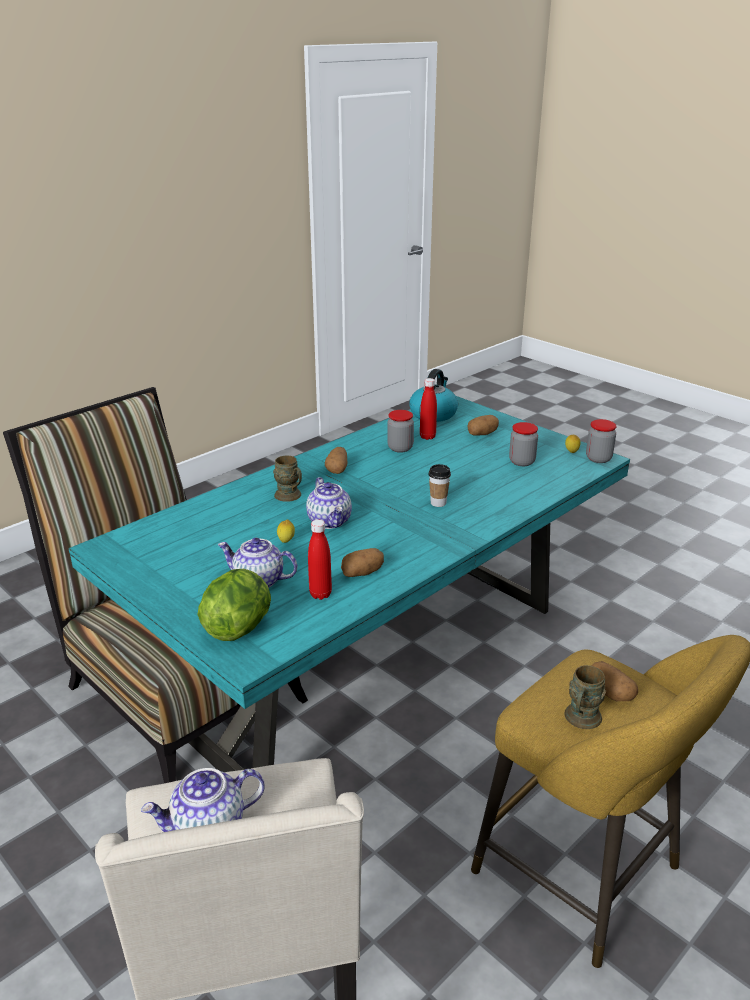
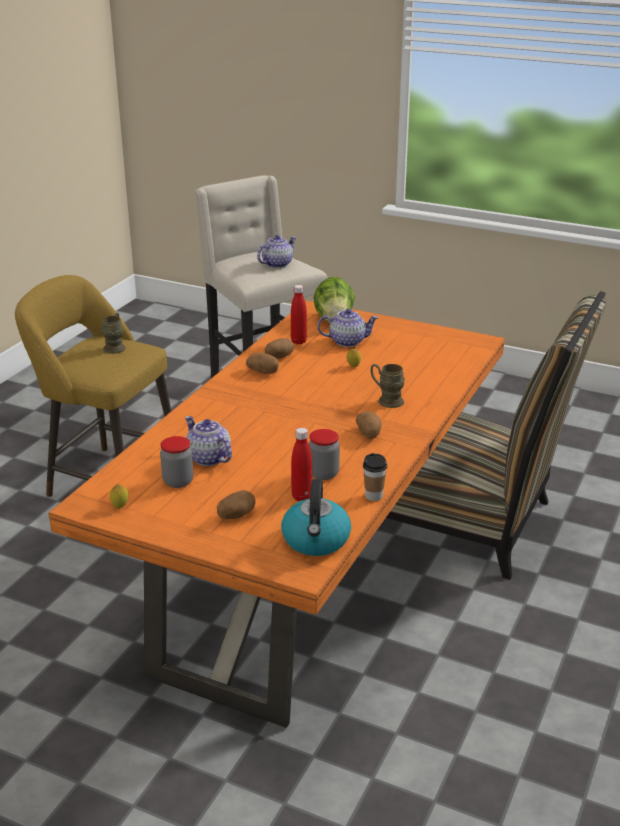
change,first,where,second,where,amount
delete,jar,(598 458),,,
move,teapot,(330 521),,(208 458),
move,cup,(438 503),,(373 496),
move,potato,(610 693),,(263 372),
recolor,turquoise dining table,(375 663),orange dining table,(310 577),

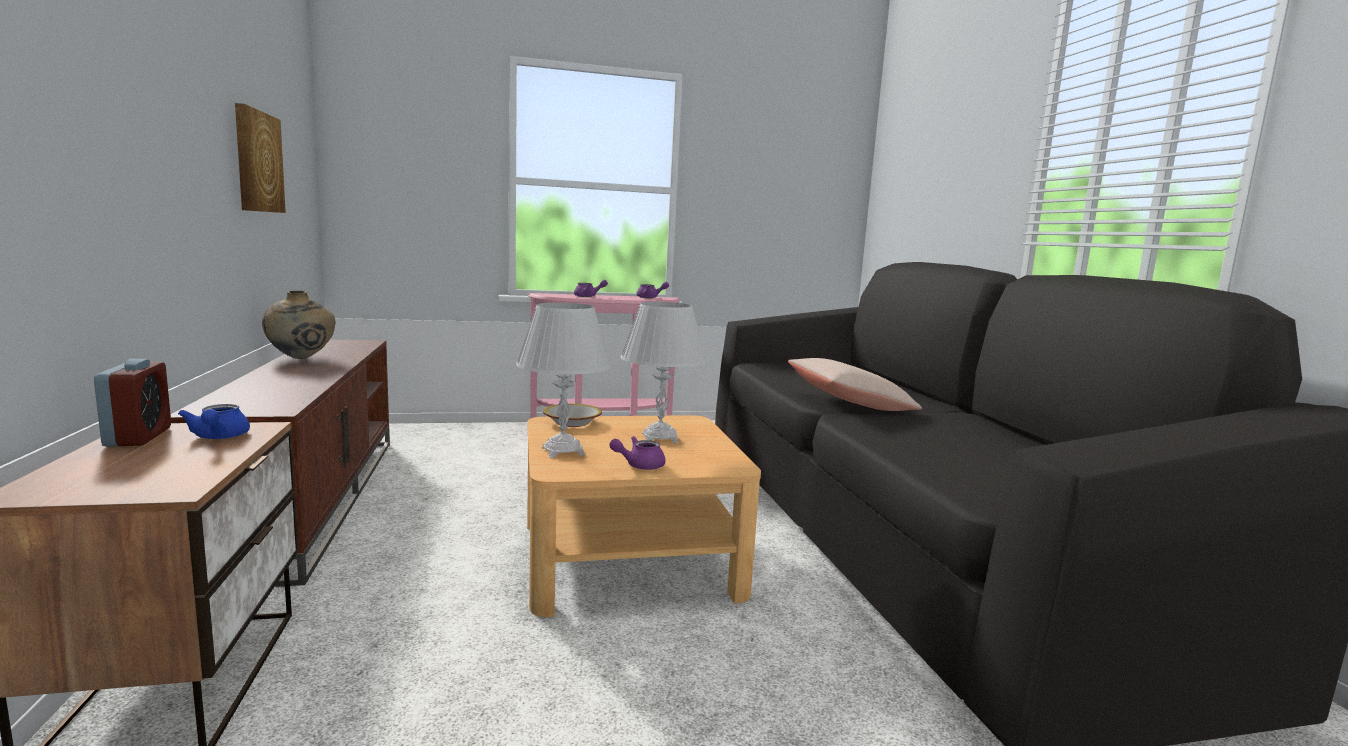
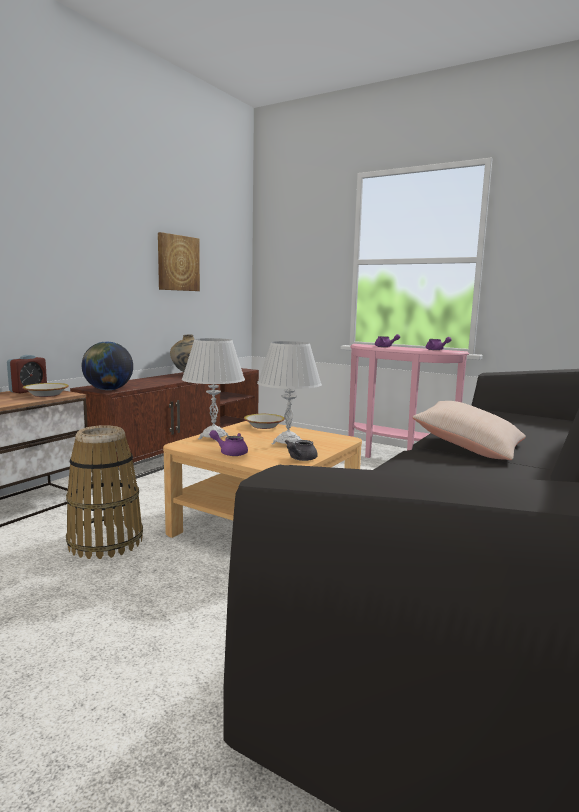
change,first,where,second,where,amount
insert,,,basket,(105 541),
insert,,,globe,(108 390),
insert,,,grey teapot,(300 459),
replace,blue teapot,(219 437),bowl,(46 395),

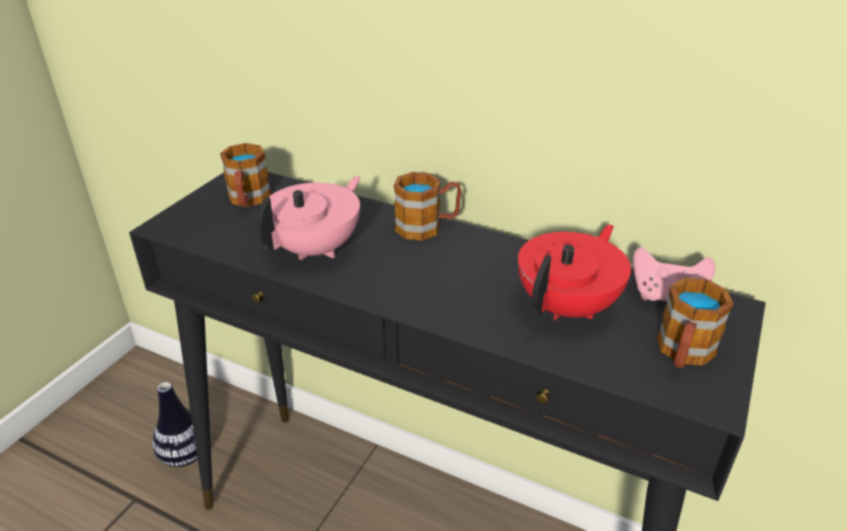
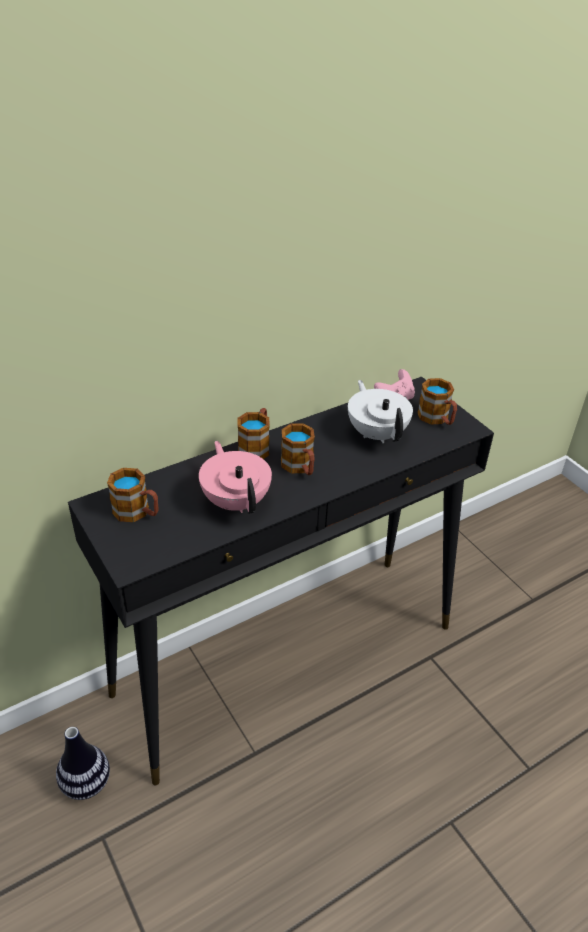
change,first,where,second,where,amount
insert,,,mug,(300 467),
recolor,red teapot,(568 306),white teapot,(377 433),

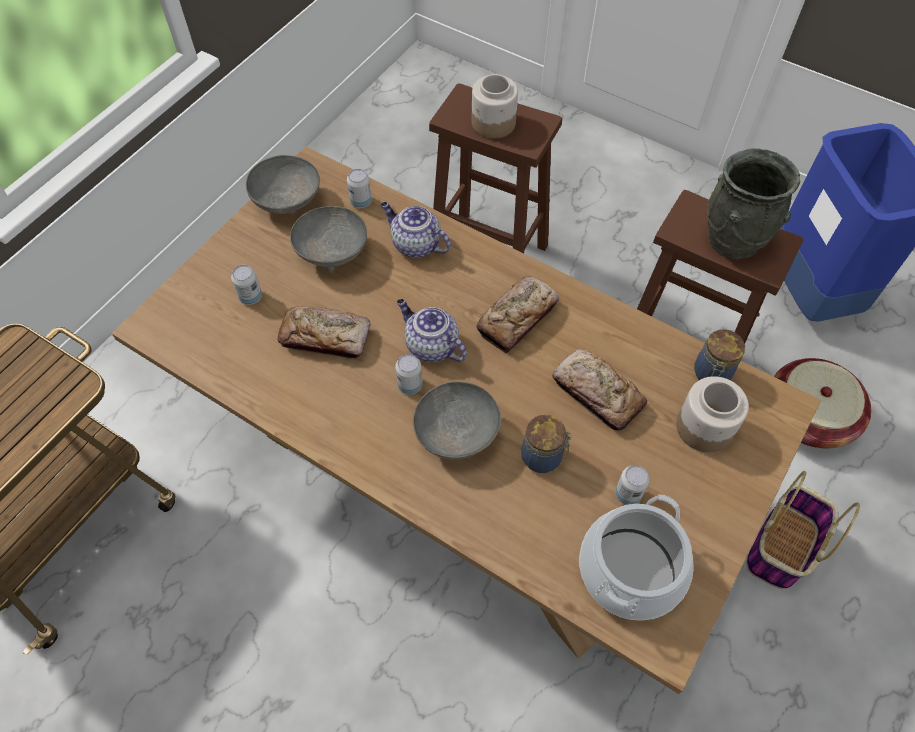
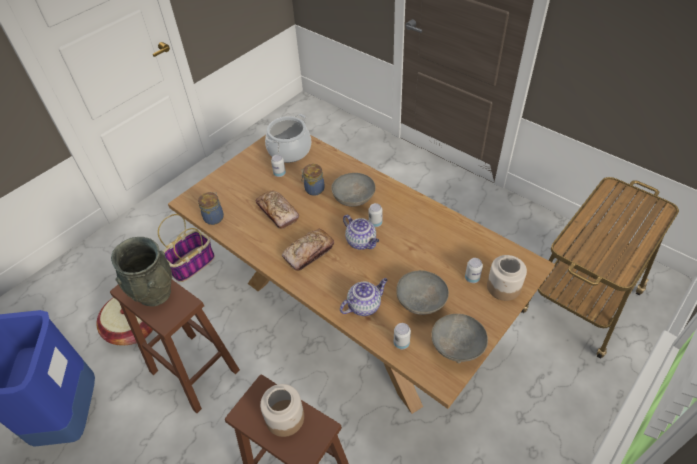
change,first,where,second,where,amount
delete,bread,(326 337),,,
move,jar,(703 427),,(504 287),
rotate,teapot,(415 244),,(364 305),75 degrees counterclockwise

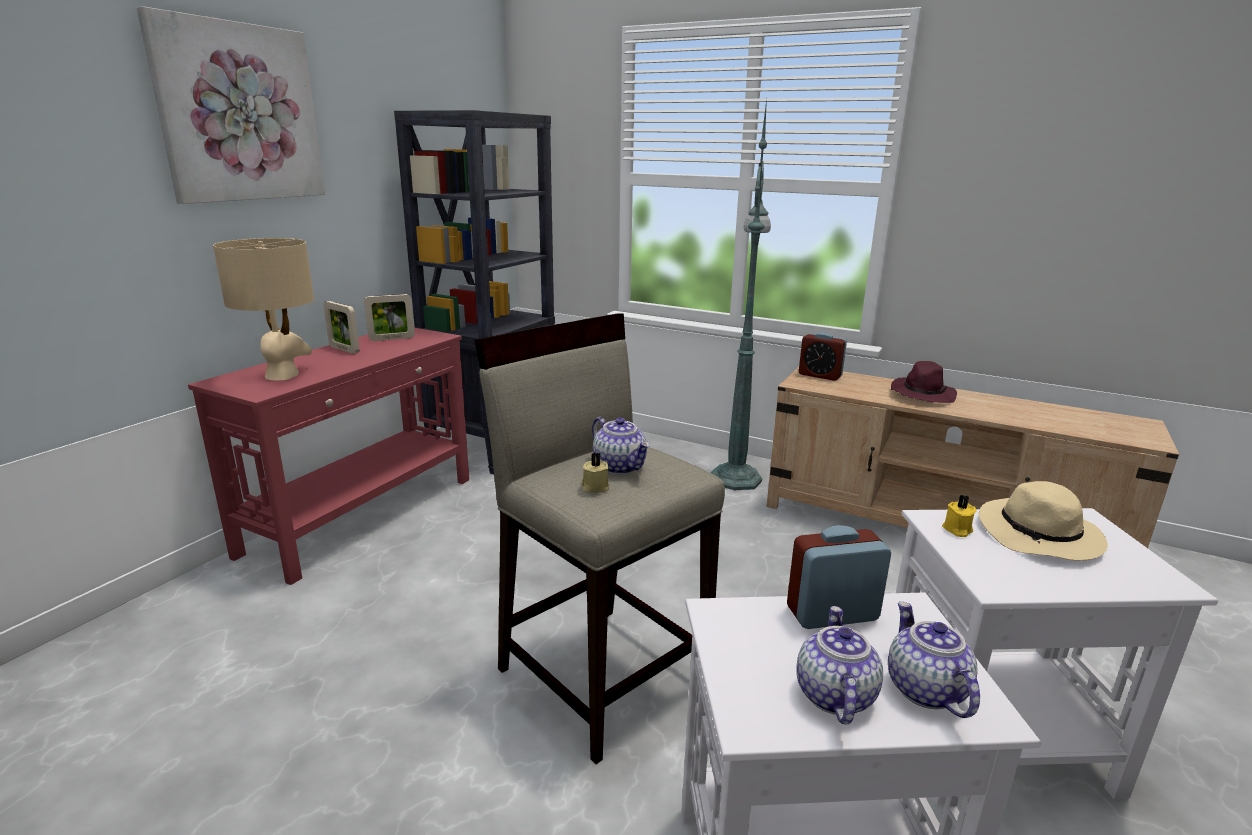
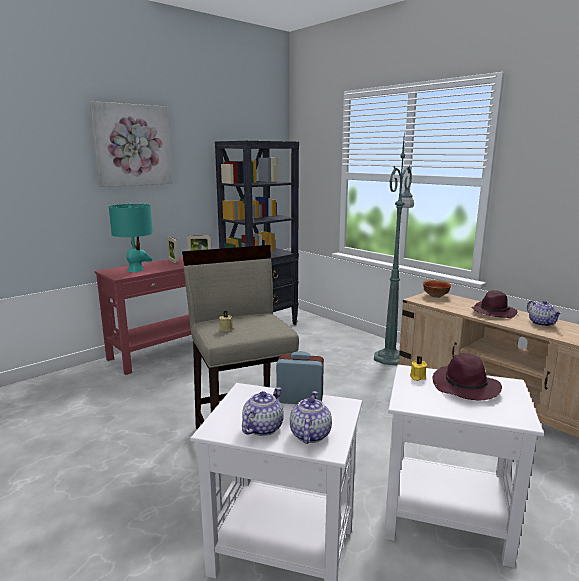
change,first,where,second,where,amount
move,teapot,(620 467),,(542 323),
replace,alarm clock,(820 375),bowl,(436 296),
recolor,beige table lamp,(282 375),turquoise table lamp,(135 270),
recolor,beige hat,(1040 536),purple hat,(466 387),

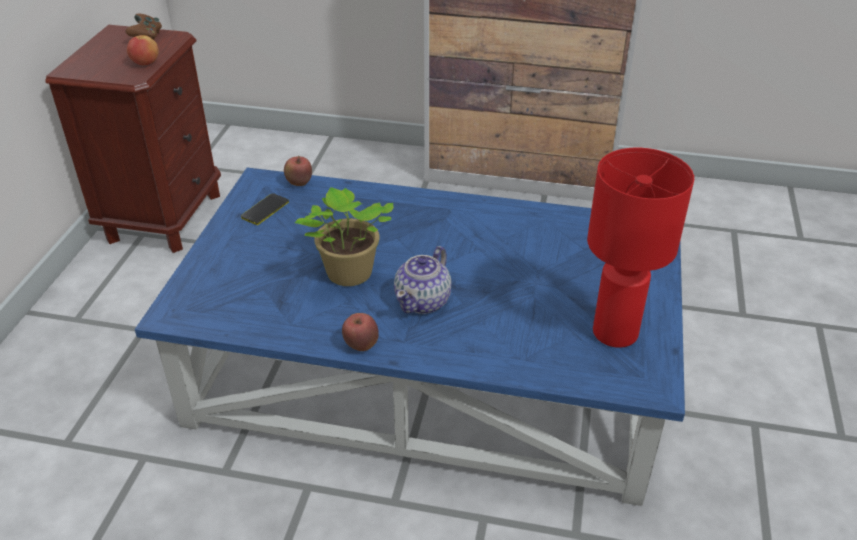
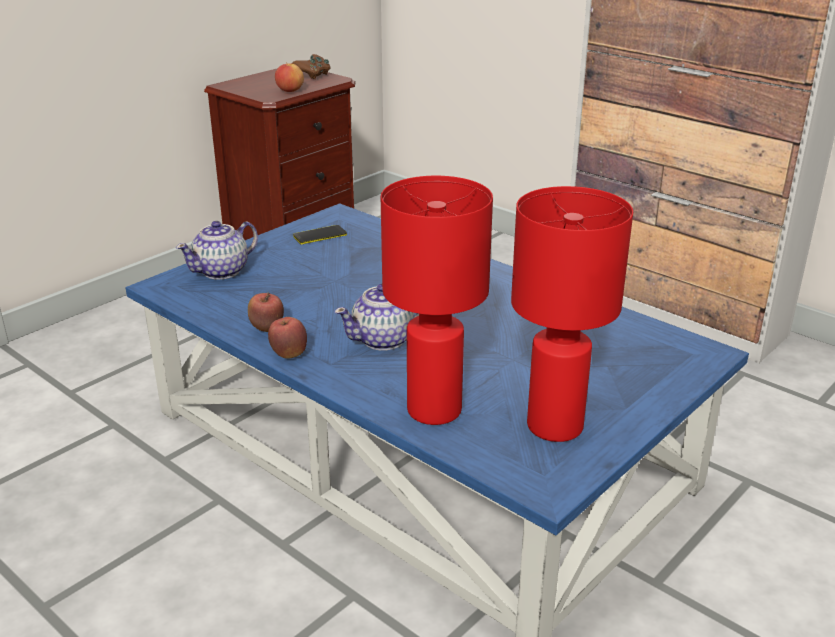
change,first,where,second,where,amount
delete,potted plant,(348 275),,,
insert,,,teapot,(222 271),
insert,,,red table lamp,(436 410),
move,apple,(299 184),,(266 329),

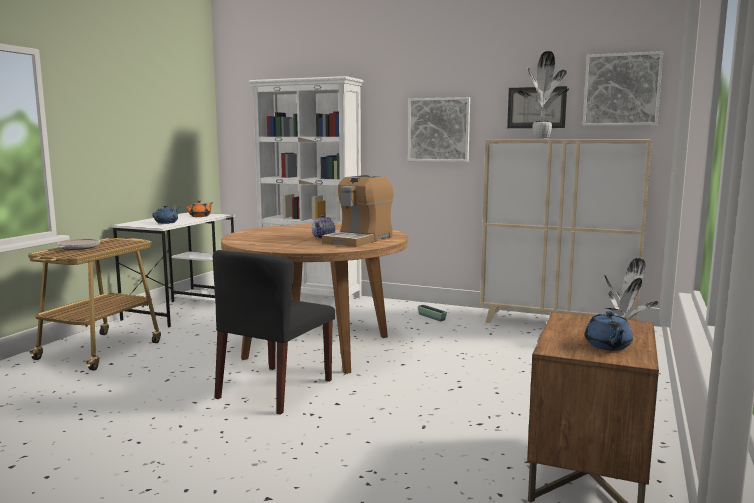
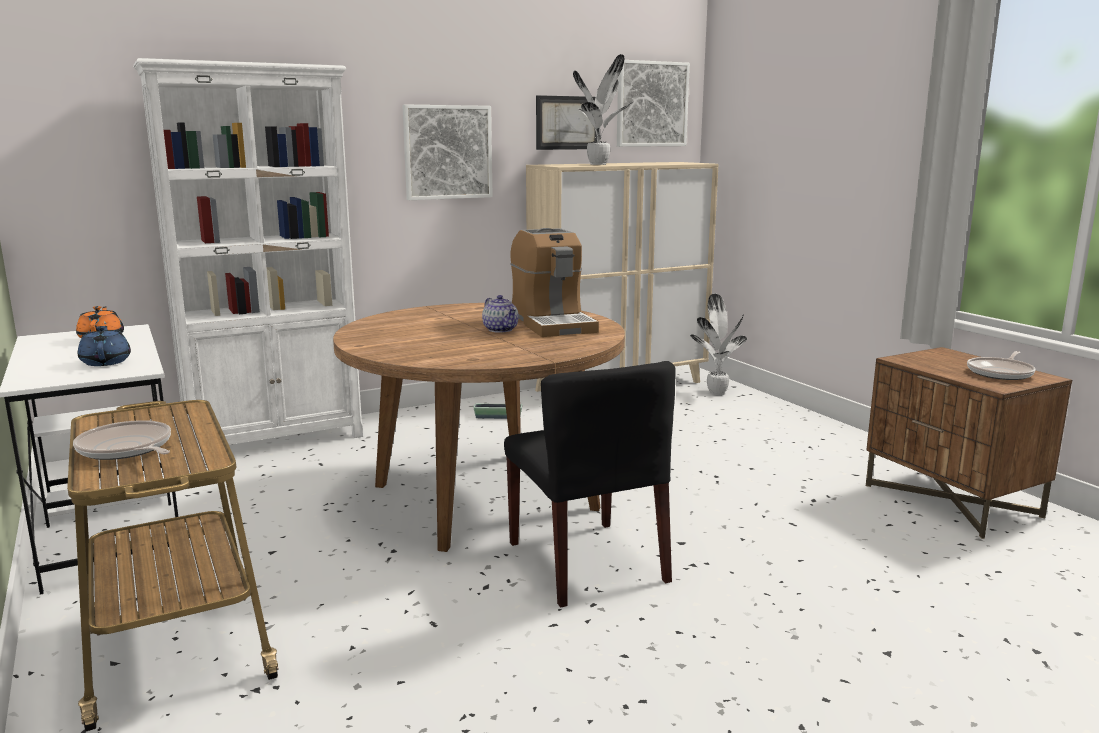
change,first,where,second,where,amount
replace,blue teapot,(607 346),frying pan,(1001 373),

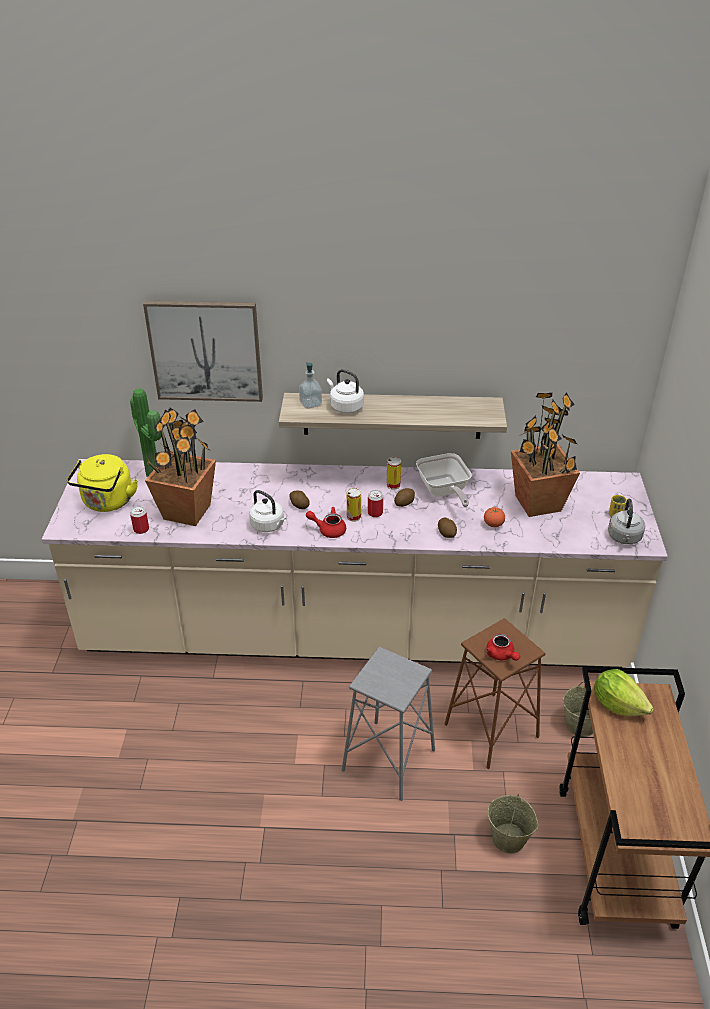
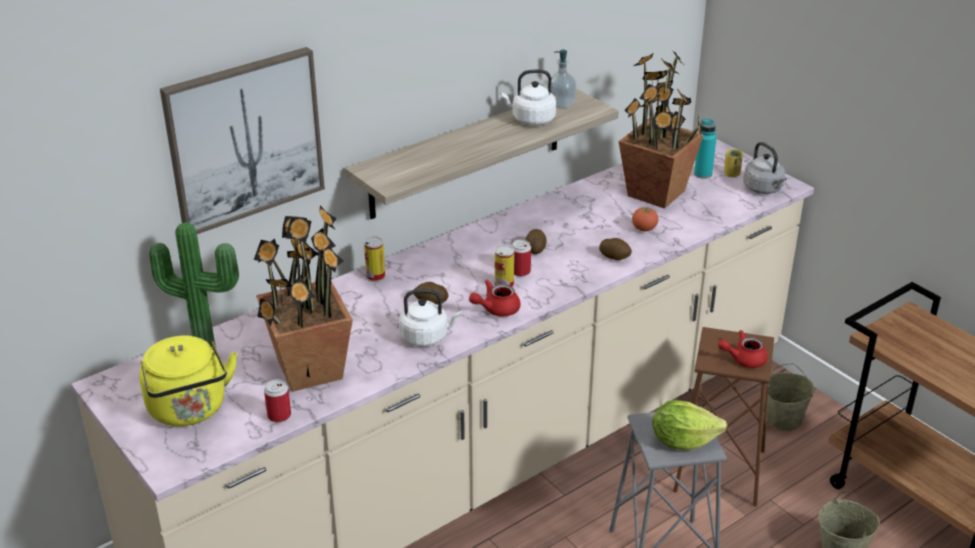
change,first,where,second,where,amount
delete,frying pan,(444 492),,,
insert,,,turquoise bottle,(703 174),
move,soap dispenser,(310 404),,(561 104),
move,white kettle,(345 407),,(531 120),
move,can,(393 485),,(375 276),
move,lettuce,(617 704),,(683 441),
rotate,red teapot,(501 655),,(743 359),150 degrees clockwise

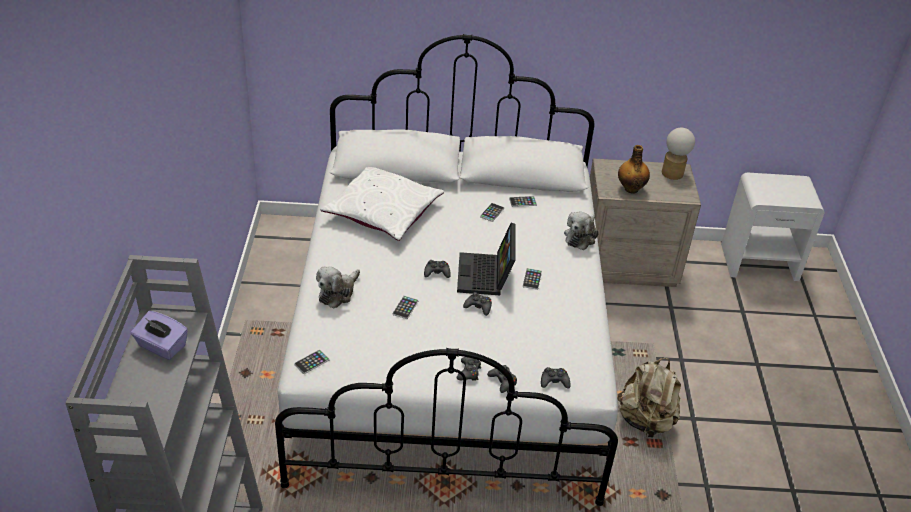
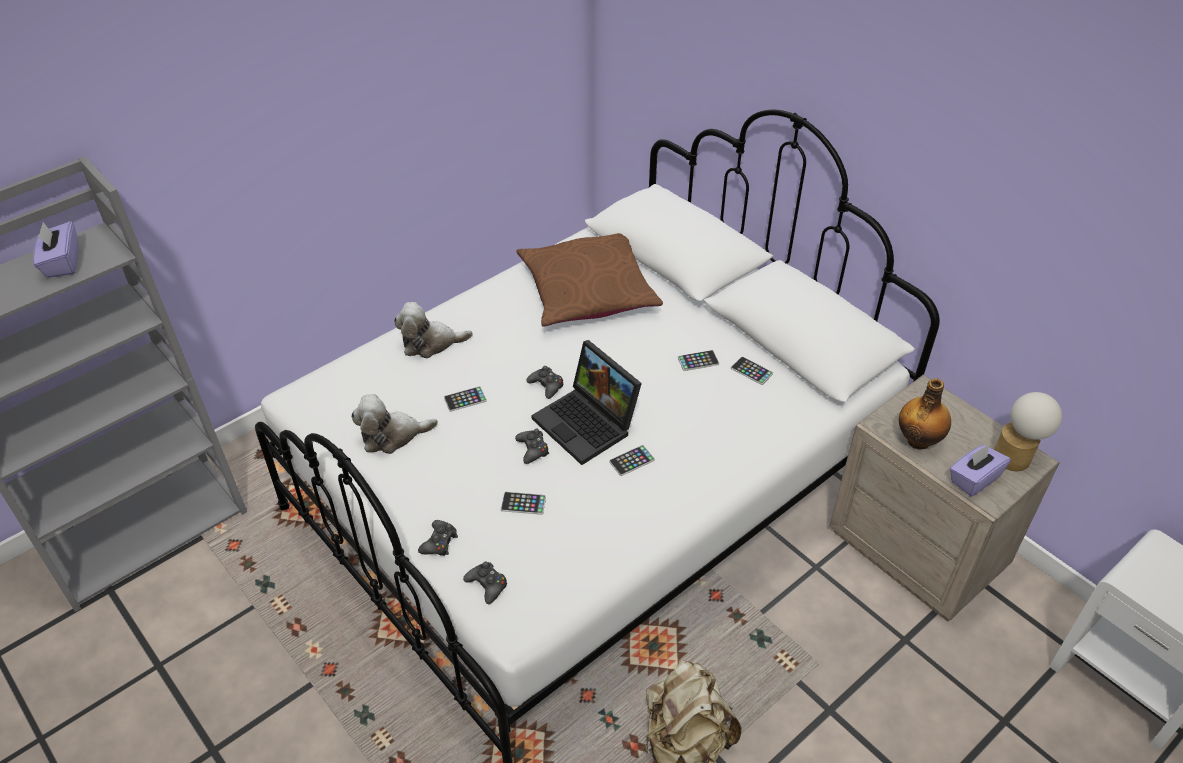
change,first,where,second,where,amount
delete,black game controller,(469 372),,,
insert,,,purple tissue box,(973 479),
move,phone,(311 362),,(523 504),
move,plush toy,(581 236),,(392 435),
recolor,white pillow,(382 211),brown pillow,(587 291),
rotate,laptop,(486 276),,(588 424),90 degrees counterclockwise

